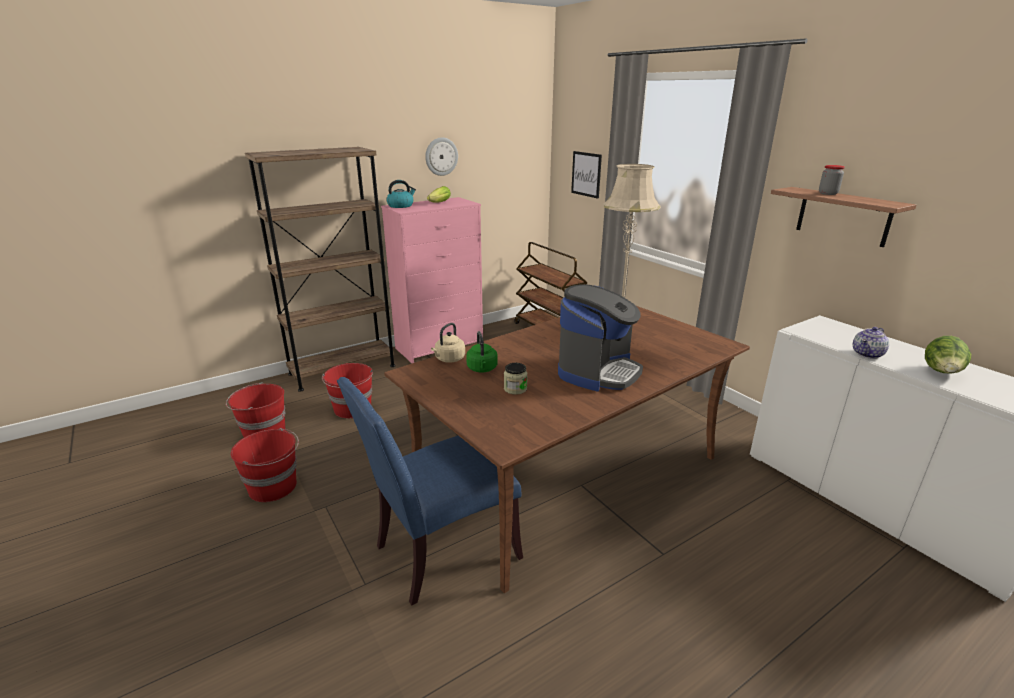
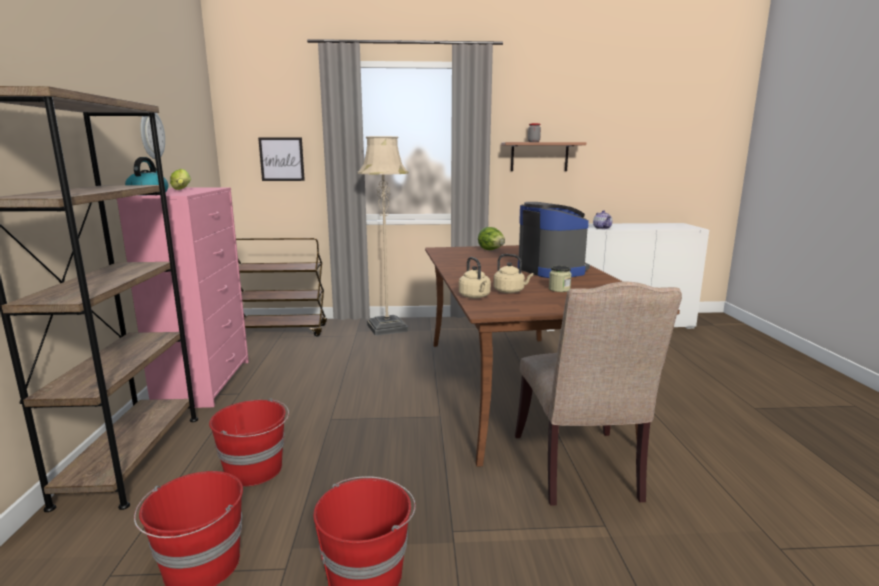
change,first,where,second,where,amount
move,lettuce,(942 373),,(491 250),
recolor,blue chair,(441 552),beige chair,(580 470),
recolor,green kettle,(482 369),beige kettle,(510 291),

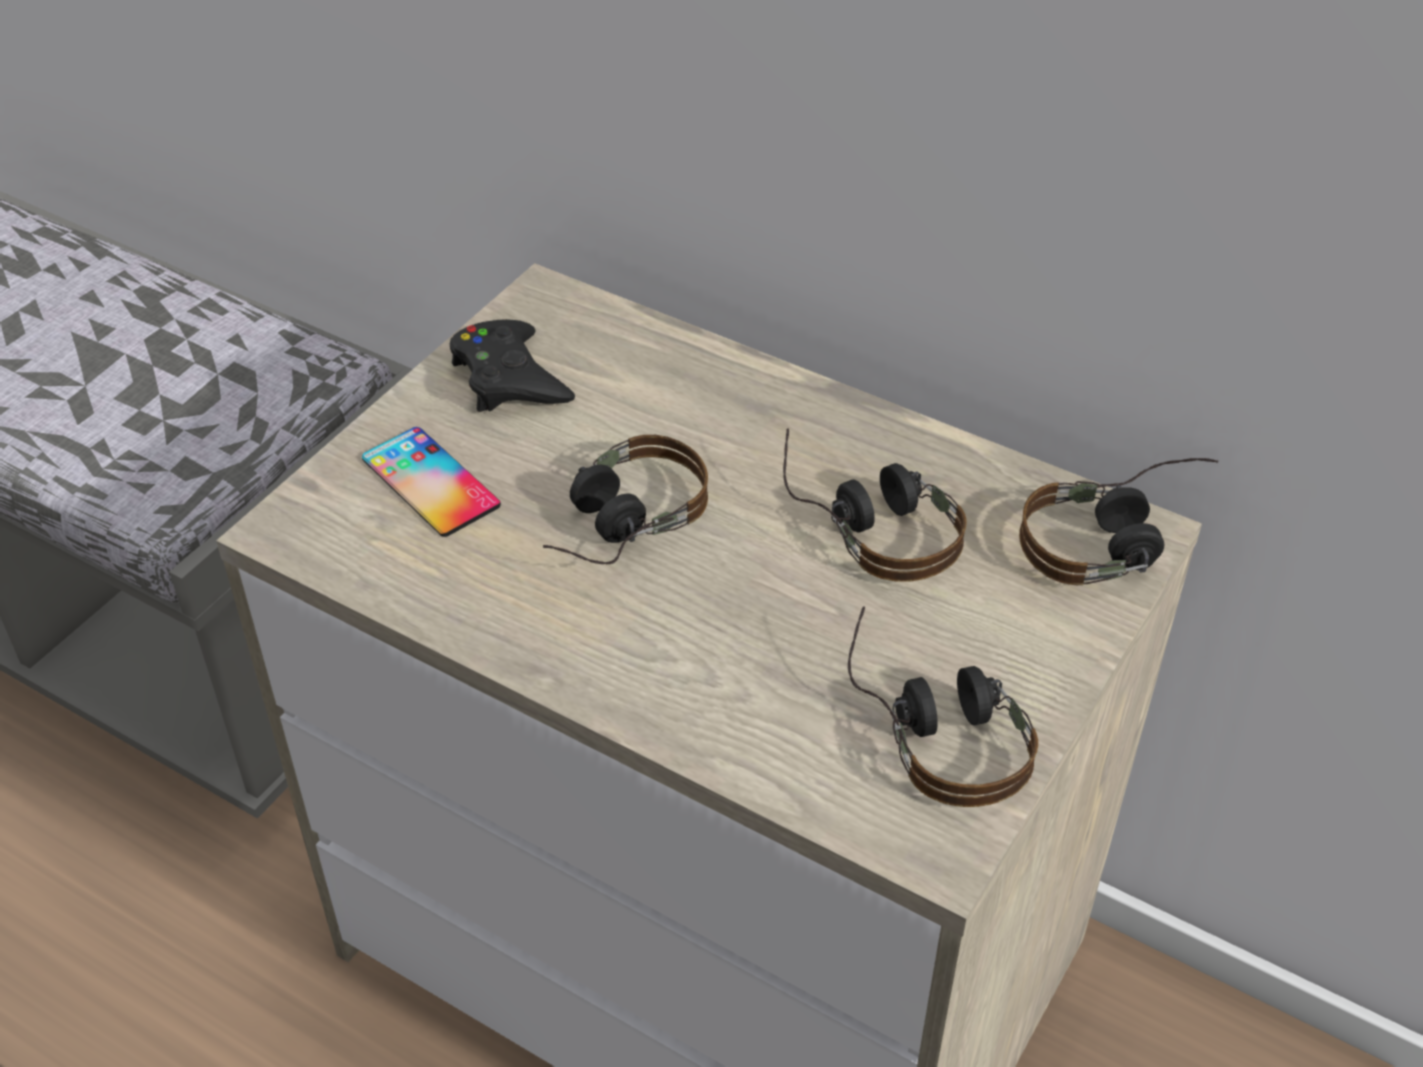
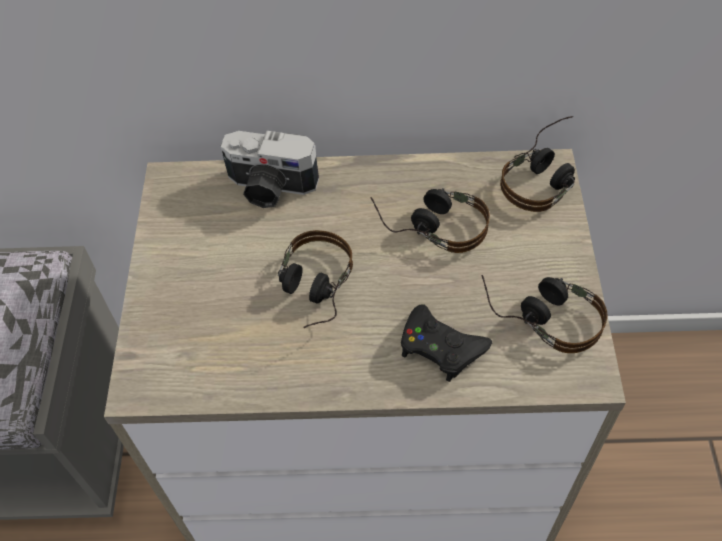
change,first,where,second,where,amount
delete,phone,(430 482),,,
insert,,,photo camera,(270 188),
move,black game controller,(509 378),,(440 347),

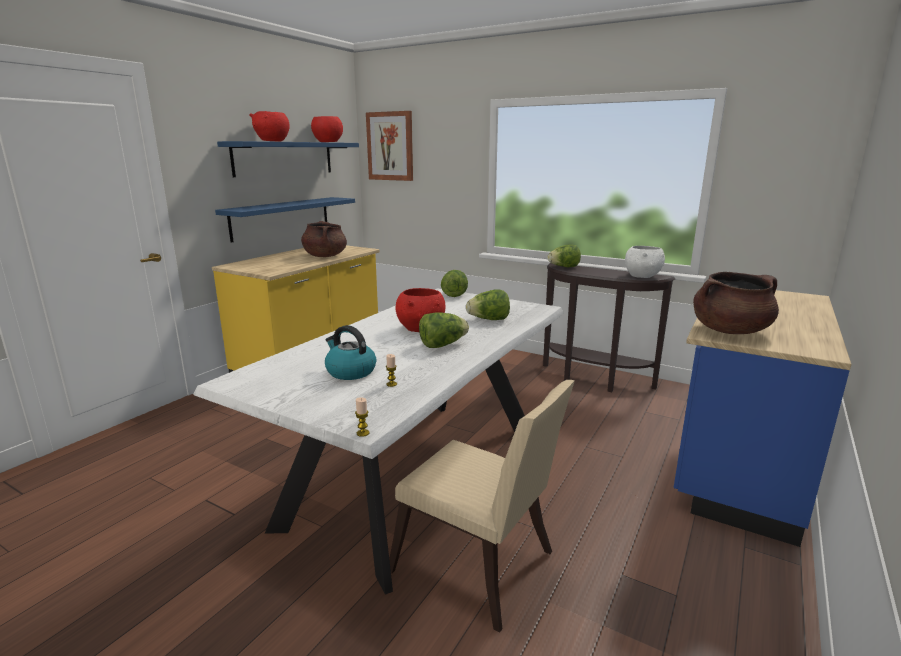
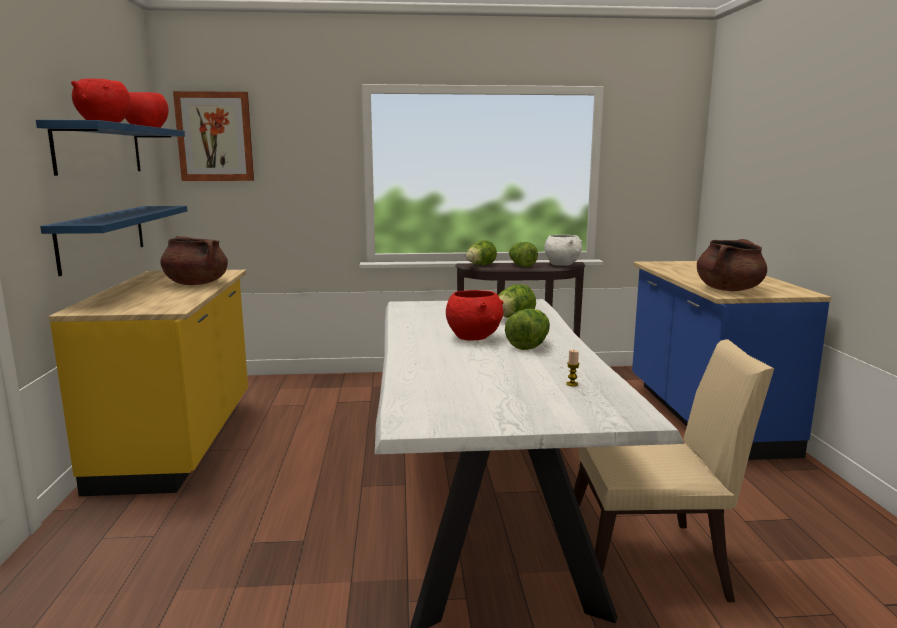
change,first,where,second,where,amount
delete,kettle,(350 371),,,
delete,candle,(363 433),,,
move,lettuce,(455 294),,(521 265),

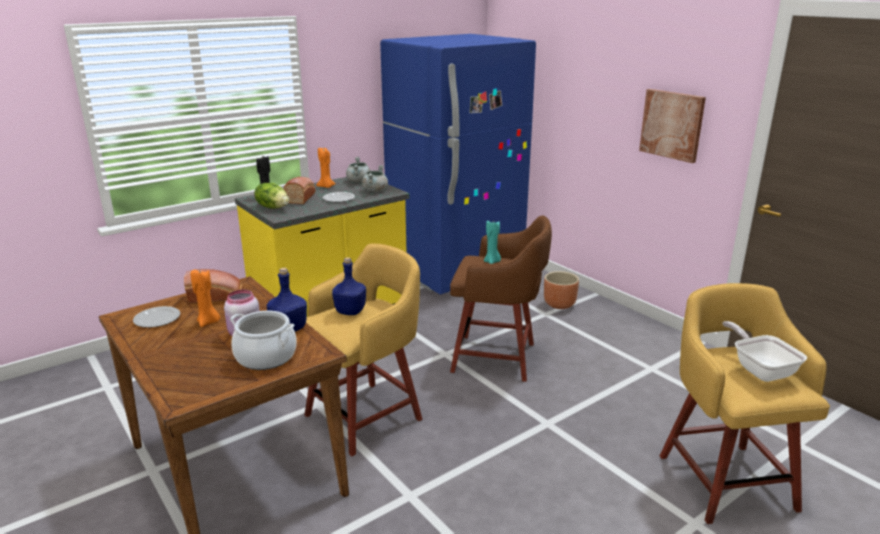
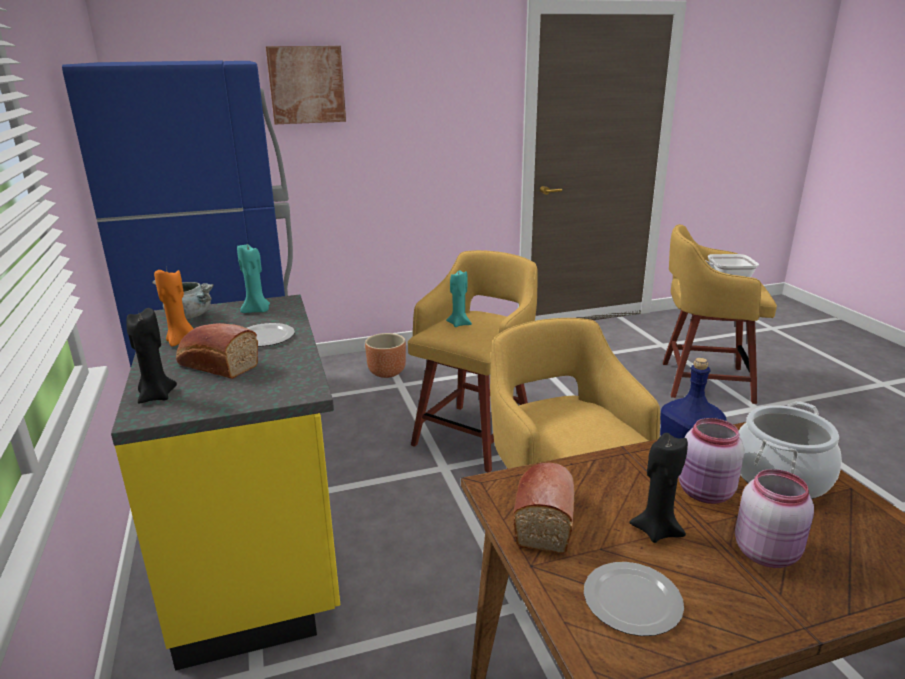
change,first,where,second,where,amount
delete,lettuce,(273 207),,,
delete,blue bottle,(351 311),,,
insert,,,pink jar,(767 552),
move,picture,(672 125),,(306 85),
replace,grey cooking pot,(375 190),turquoise candle,(257 311),
recolor,orange candle,(208 322),black candle,(656 530),
recolor,brown stool,(497 358),yellow stool,(475 435),

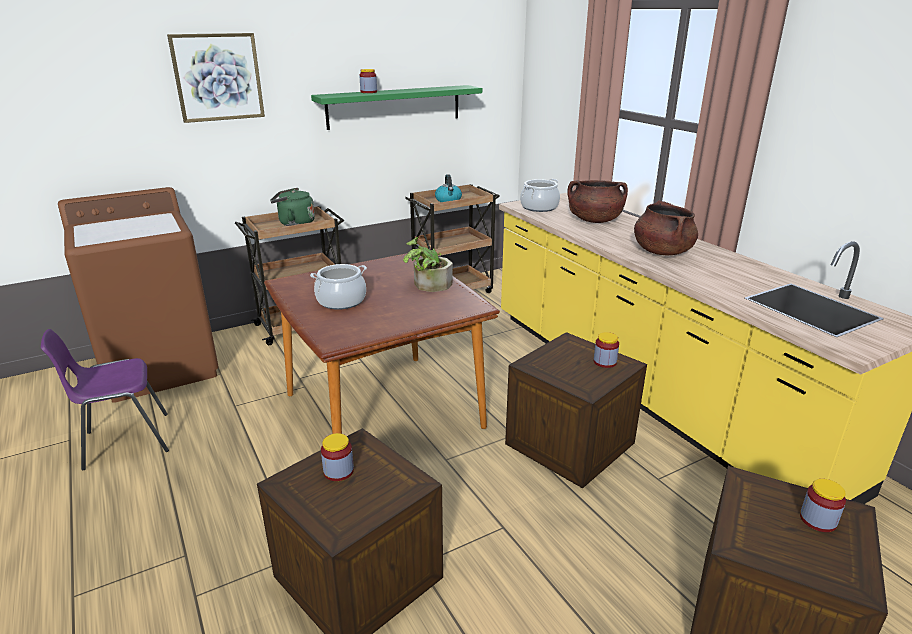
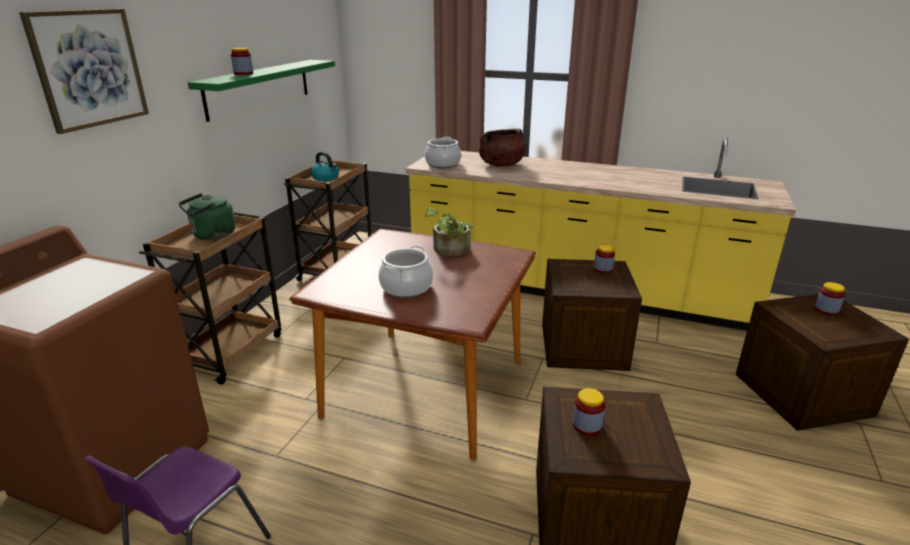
change,first,where,second,where,amount
delete,brown cooking pot,(662 251),,,

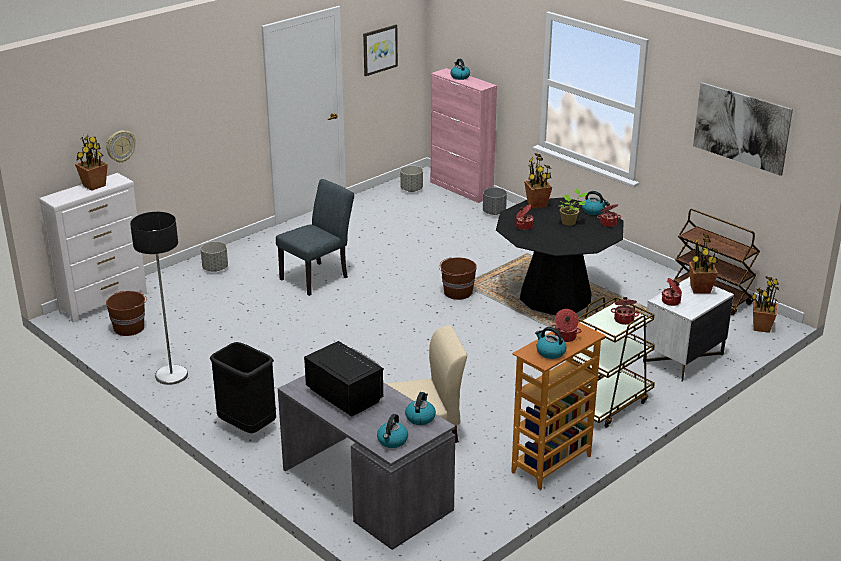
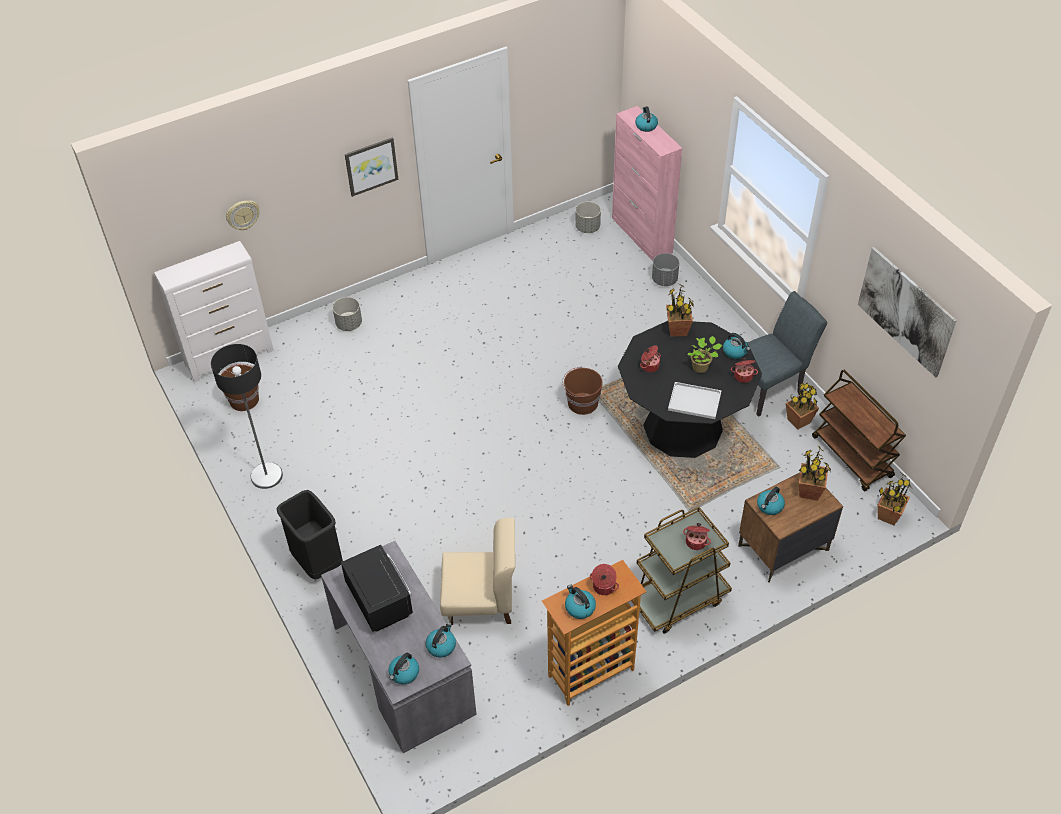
change,first,where,second,where,amount
insert,,,white tray,(695 401),
move,potted plant,(94 185),,(798 421),
move,grey chair,(318 277),,(770 387),
move,picture,(379 49),,(371 166),
replace,cooking pot,(671 301),kettle,(769 506),
recolor,white nightstand,(683 359),brown nightstand,(783 548),

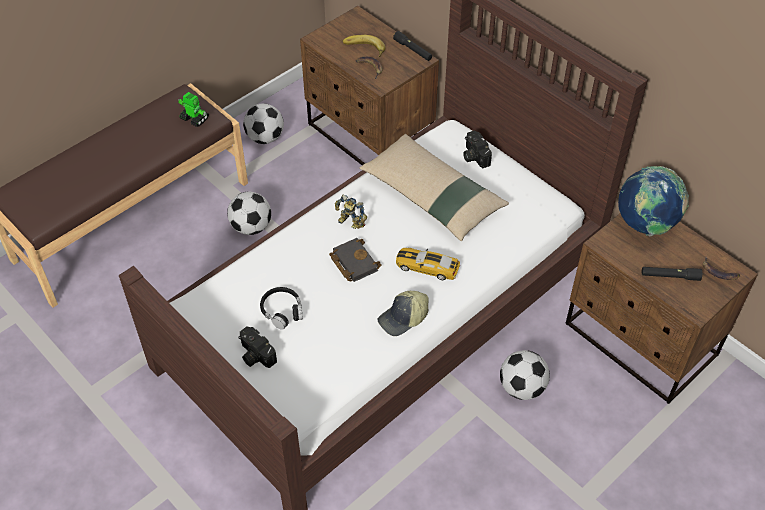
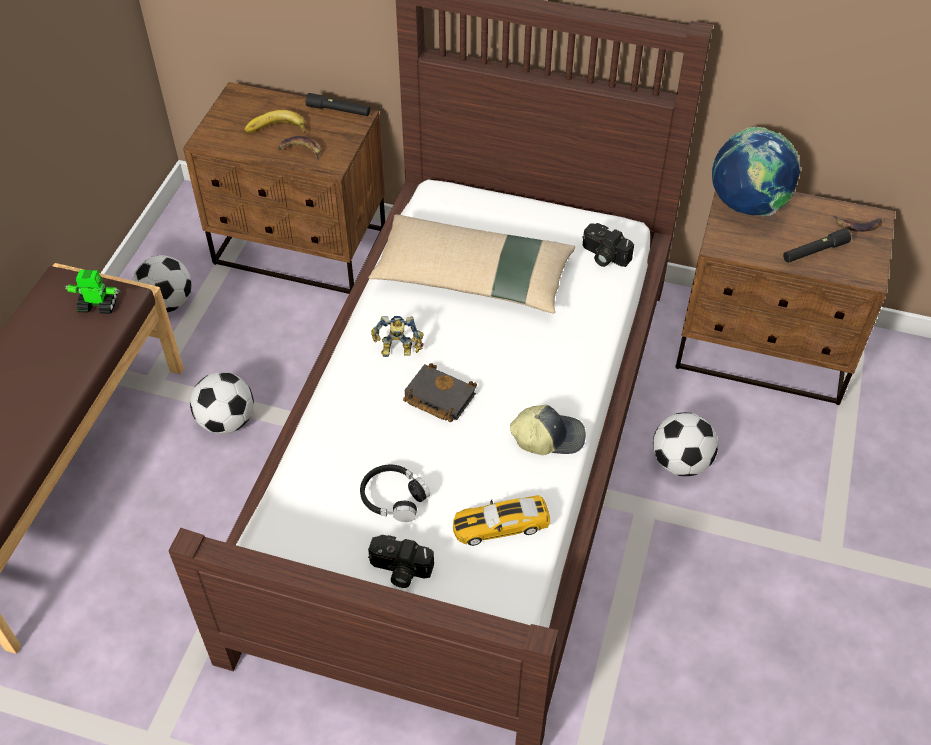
change,first,where,second,where,amount
move,toy car,(427 267),,(500 525),
move,photo camera,(473 156),,(603 256),
rotate,cap,(403 319),,(548 437),120 degrees counterclockwise

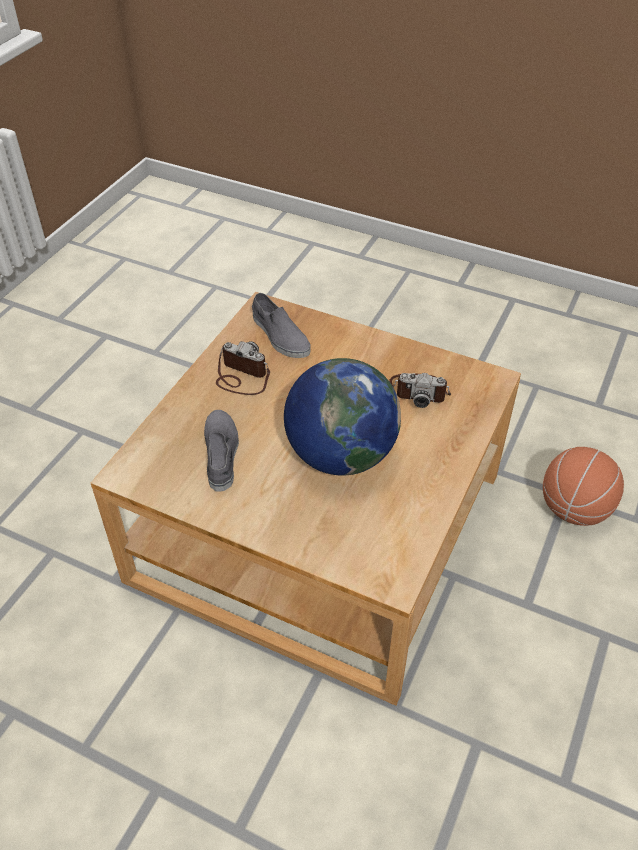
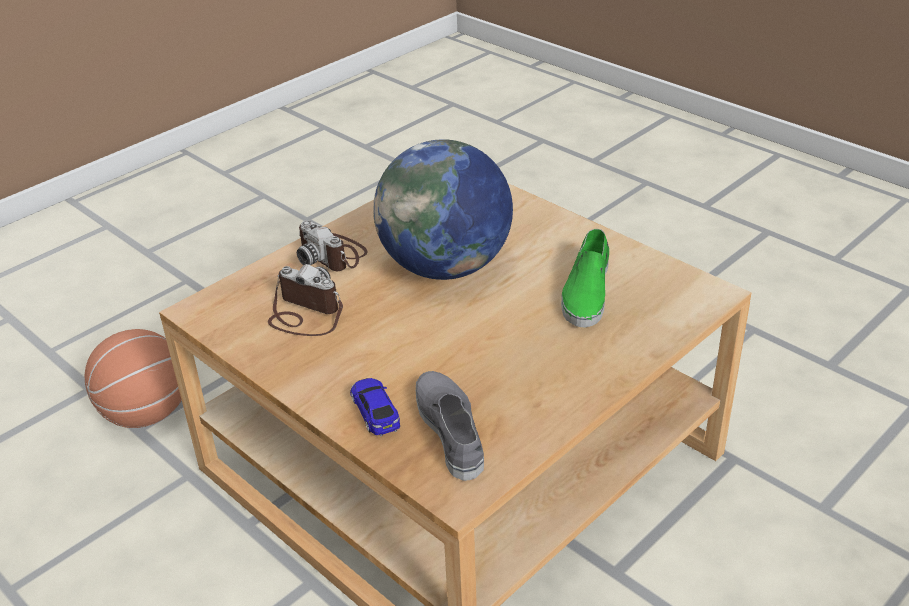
change,first,where,second,where,amount
insert,,,toy car,(375 412),
move,photo camera,(241 377),,(333 255),
recolor,grey shoe,(221 453),green shoe,(586 292),

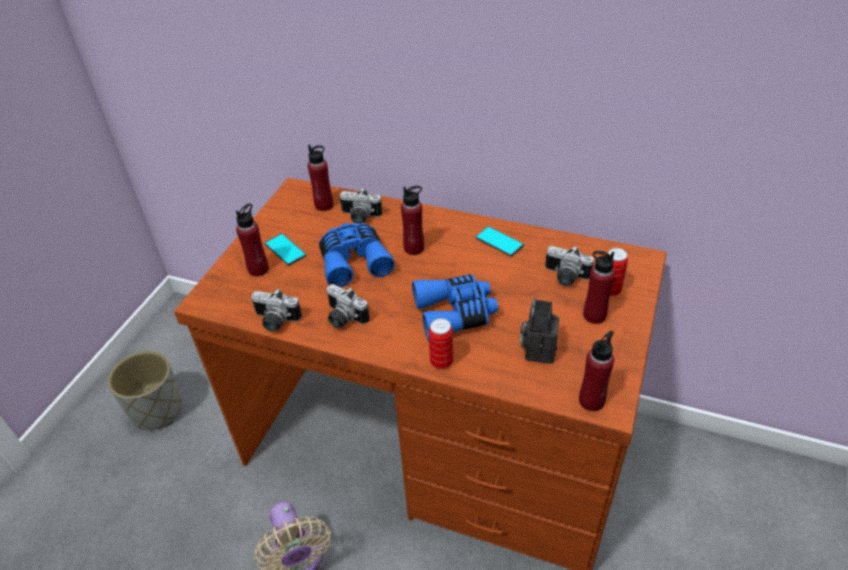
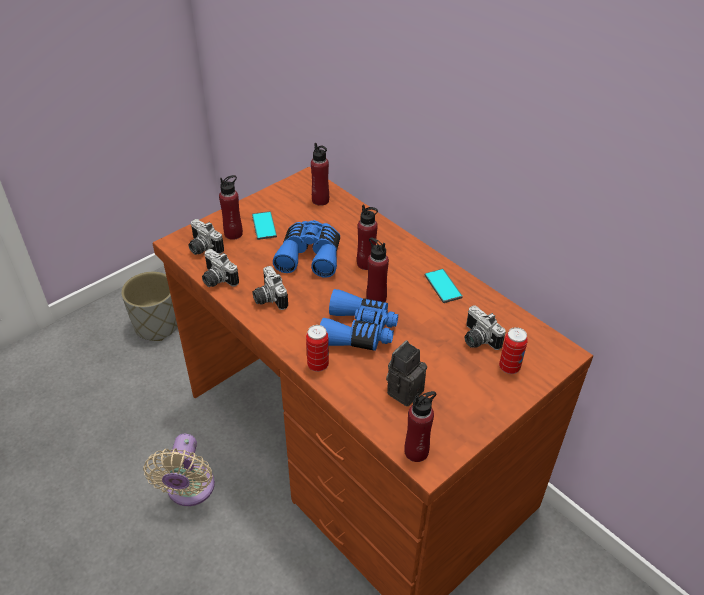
change,first,where,second,where,amount
move,photo camera,(359 217),,(202 248),
move,red bottle,(594 315),,(376 298),

